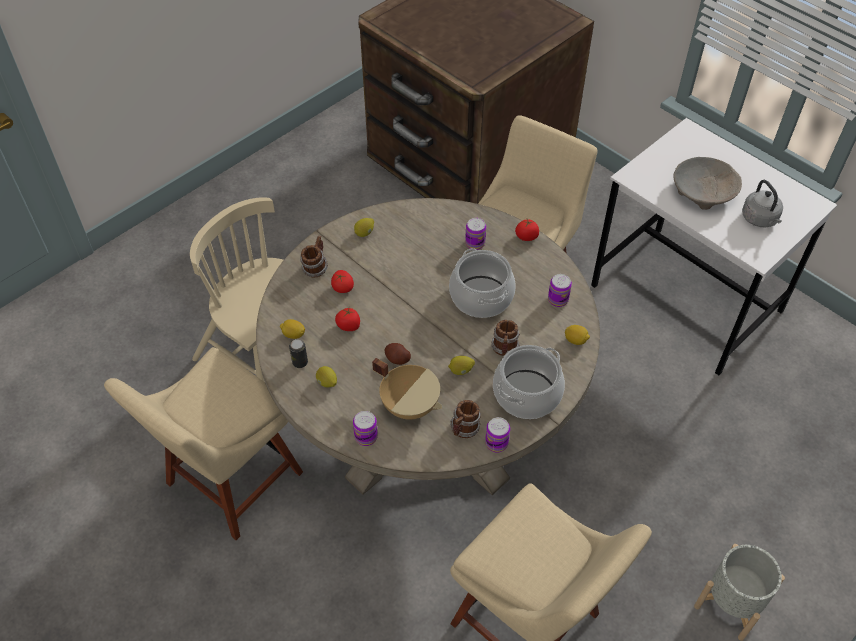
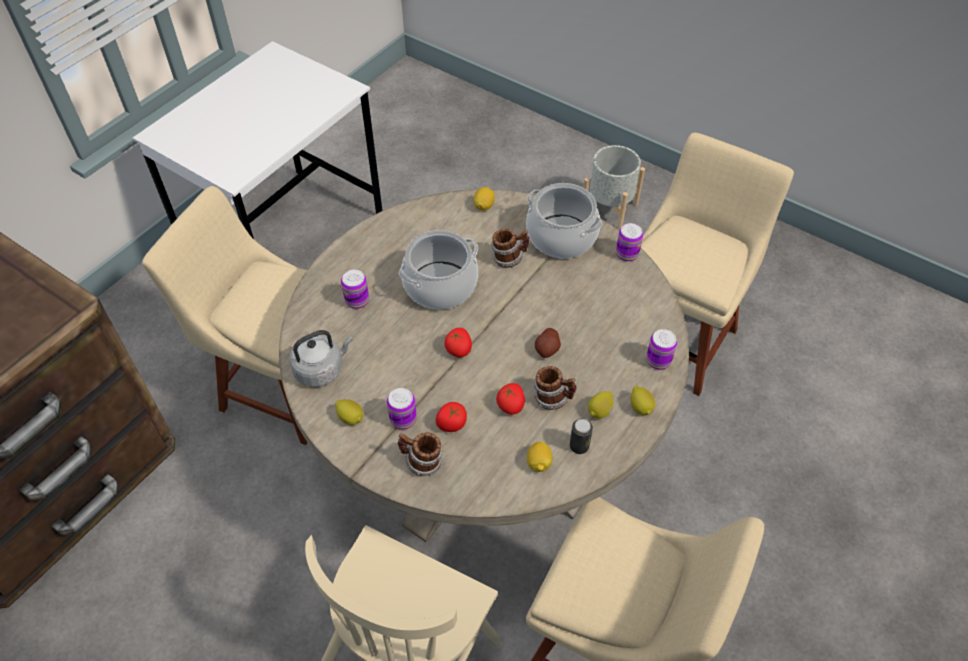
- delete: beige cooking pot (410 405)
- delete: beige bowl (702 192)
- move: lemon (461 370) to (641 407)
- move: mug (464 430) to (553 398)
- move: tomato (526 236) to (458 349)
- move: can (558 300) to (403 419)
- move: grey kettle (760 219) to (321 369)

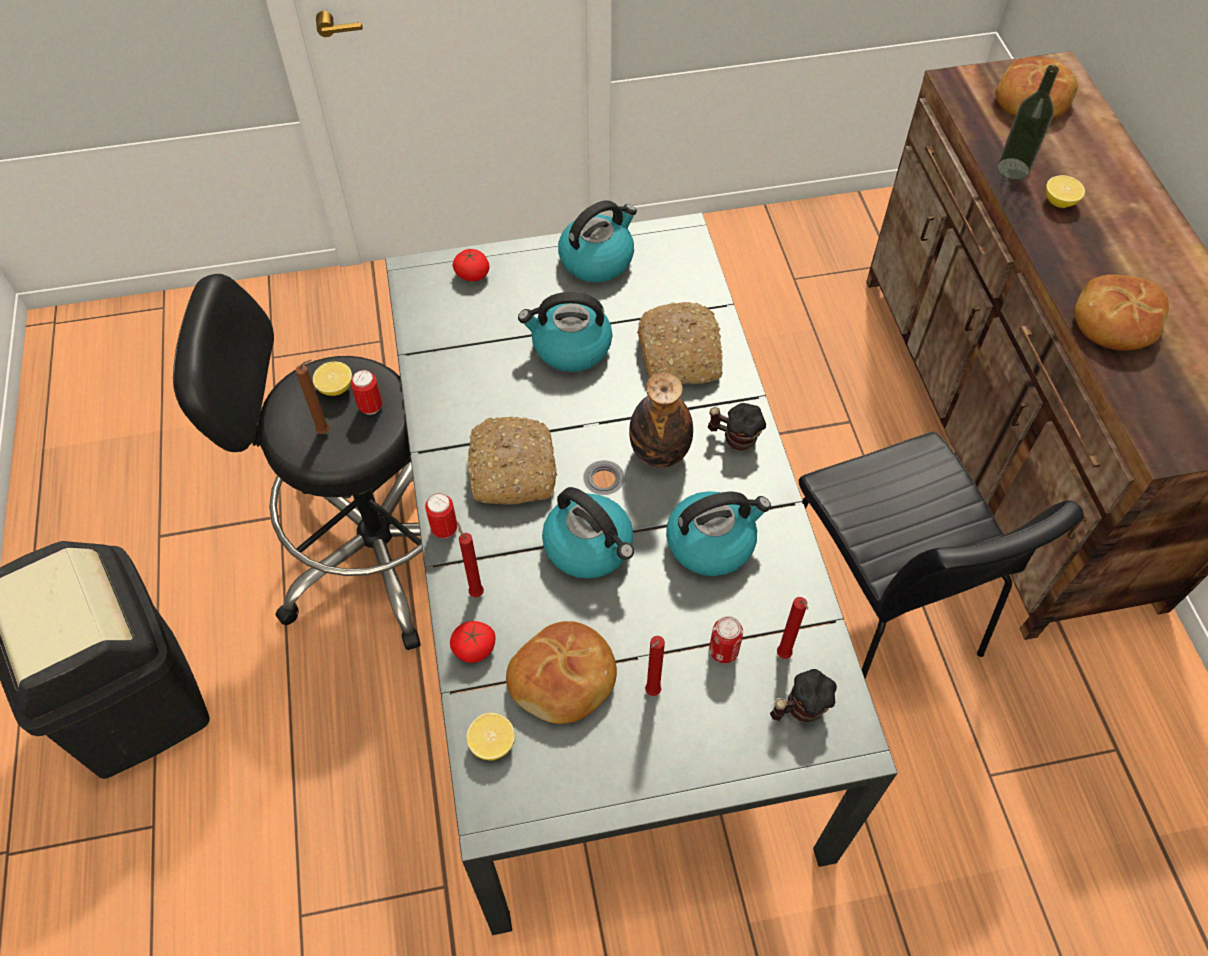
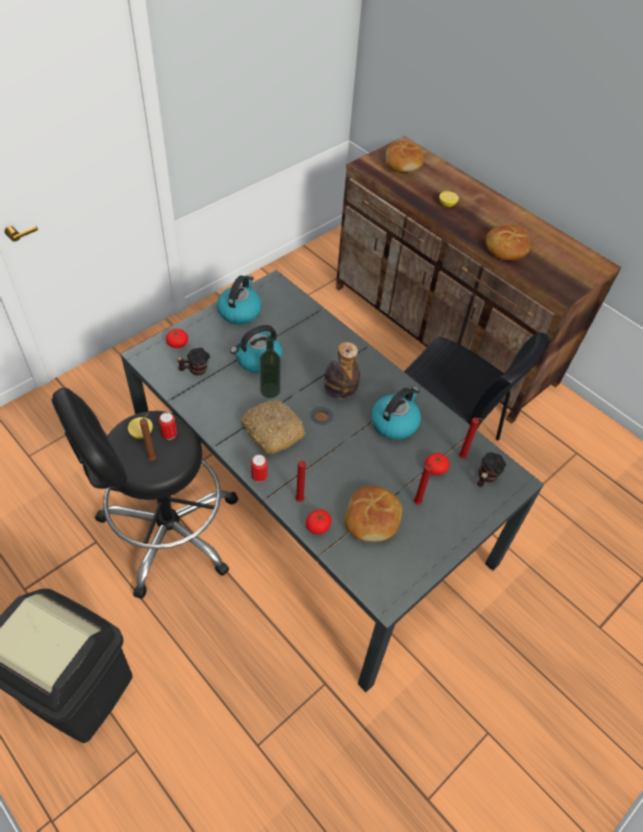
- delete: lemon (492 743)
- delete: kettle (590 547)
- delete: bread (681 354)
- move: mug (734 438) to (195 370)
- move: bottle (1013 169) to (270 390)
- replace: can (723 651) to tomato (435 468)

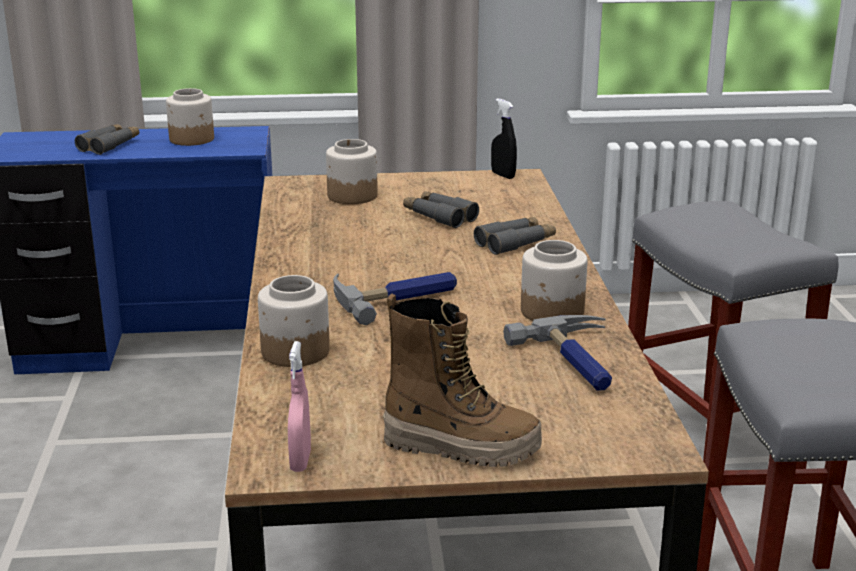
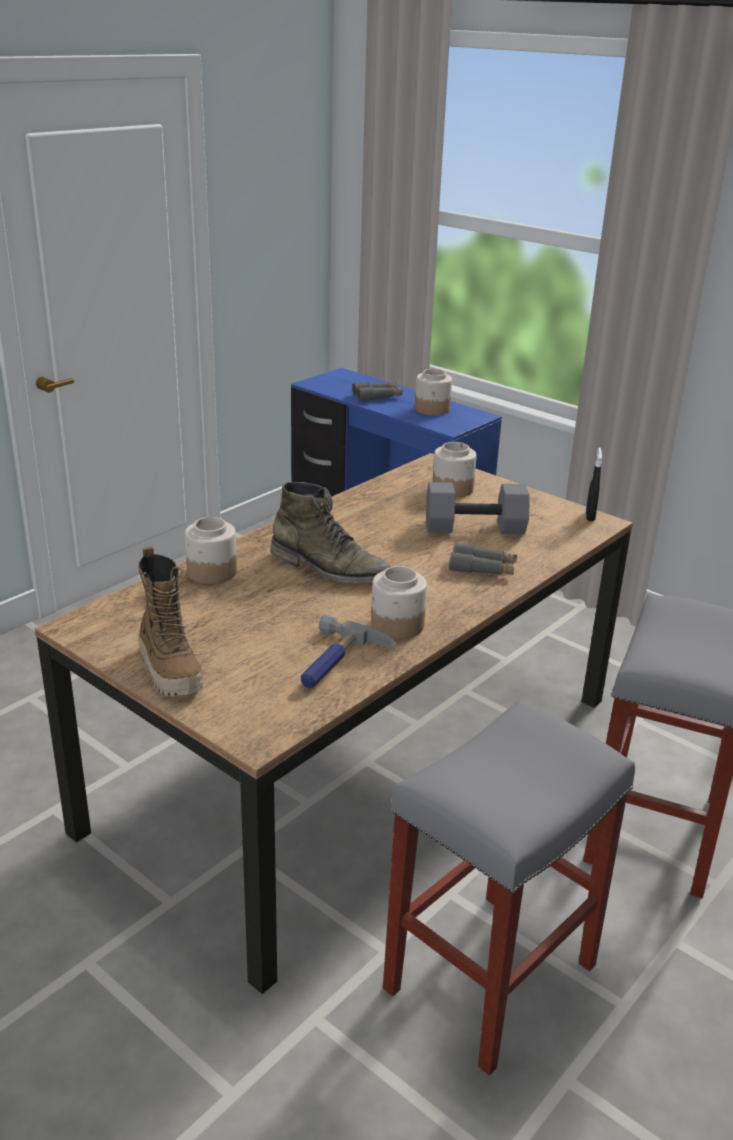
- delete: pink spray bottle (300 461)
- replace: hammer (396 297) to green boot (330 568)
- replace: grey binoculars (439 216) to grey dumbbell (475 527)

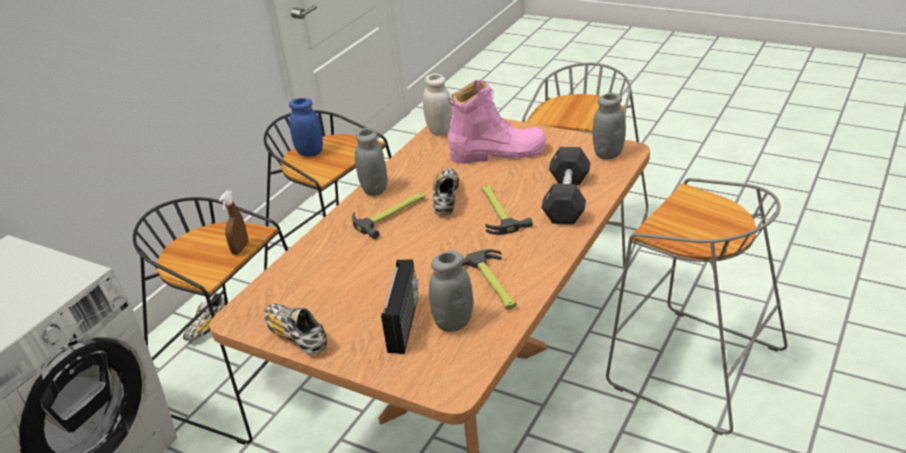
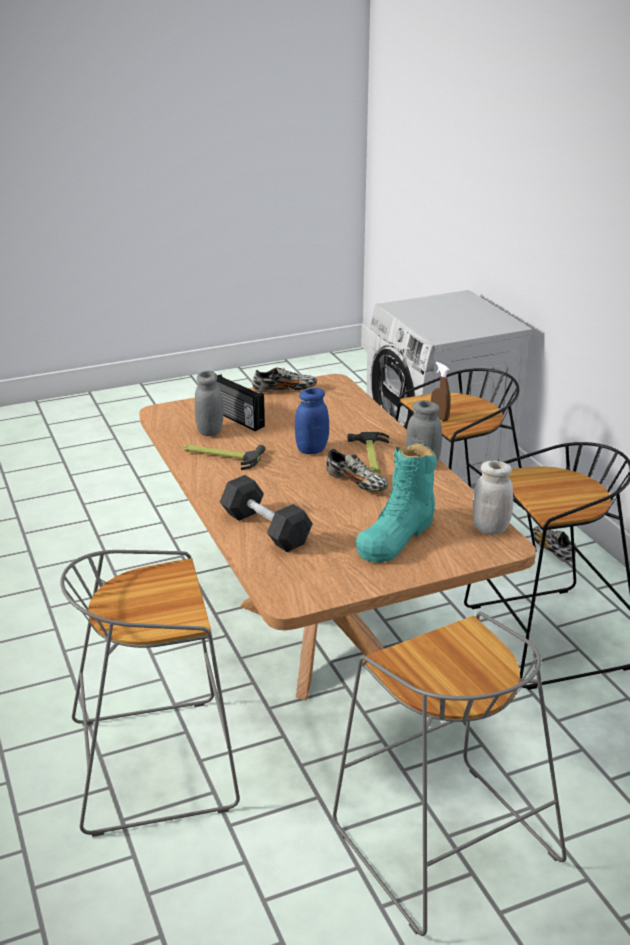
- delete: hammer (498 211)
- delete: grey jar (608 154)
- move: blue jar (310 152) to (311 449)
- recolor: pink boot (498 153) to turquoise boot (396 536)

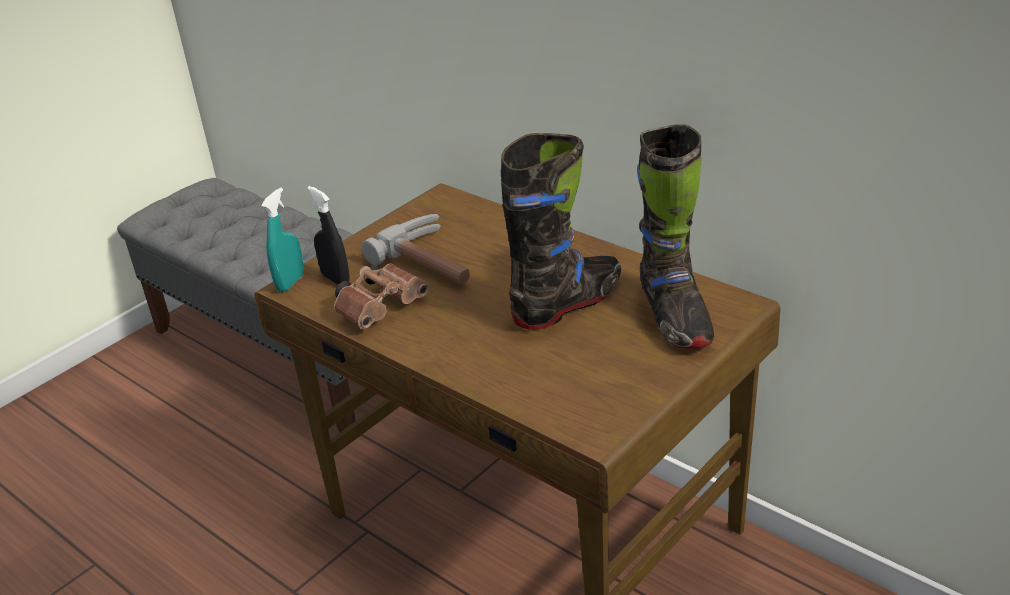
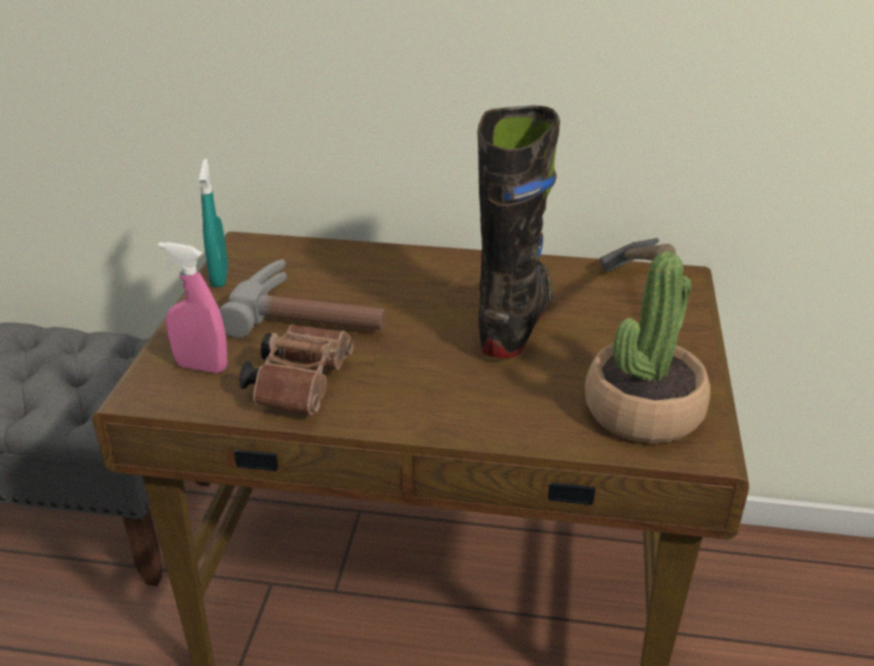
- insert: potted plant (643 410)
- move: turquoise spray bottle (290 283) to (219 277)
- replace: black boot (674 317) to hammer (636 305)
- recolor: black spray bottle (335 279) to pink spray bottle (202 367)

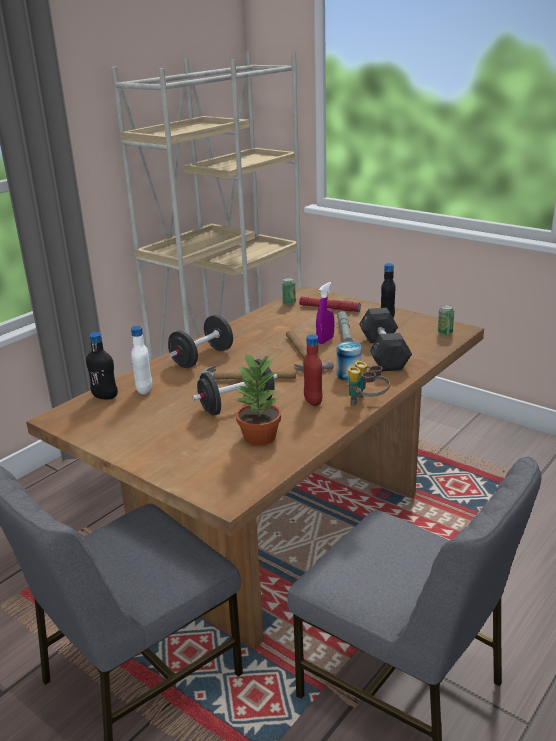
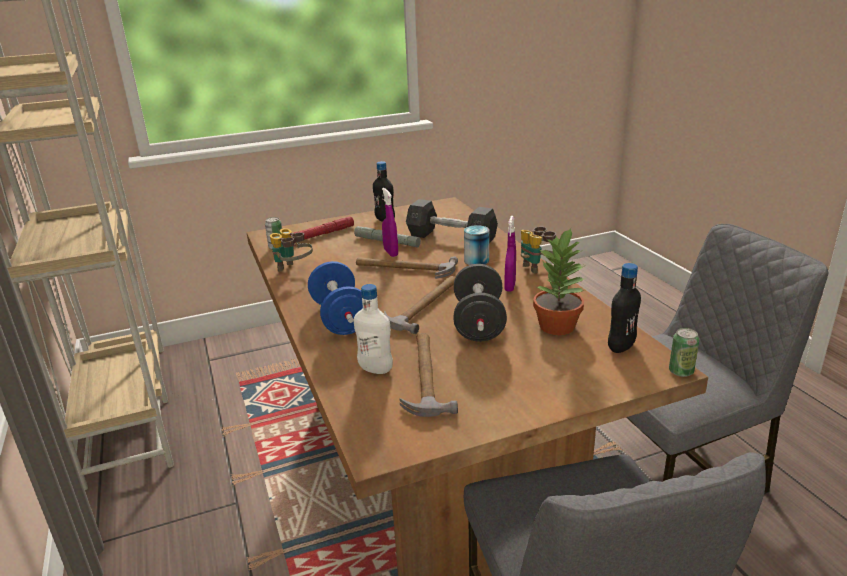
- insert: binoculars (293 270)
- insert: hammer (425 376)
- move: black bottle (105 396) to (621 347)
- move: can (445 333) to (681 371)
- replace: red bottle (313 401) to purple spray bottle (510 286)
- recolor: black dumbbell (202 358) to blue dumbbell (340 318)

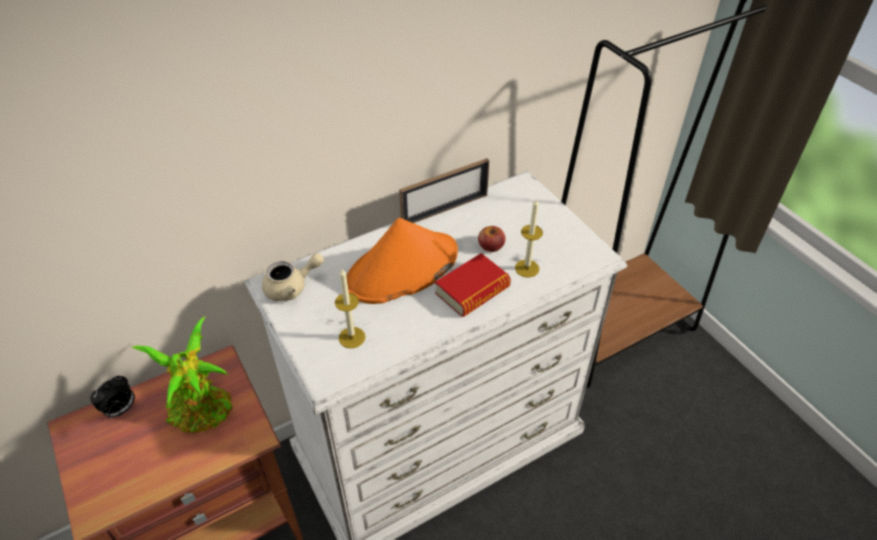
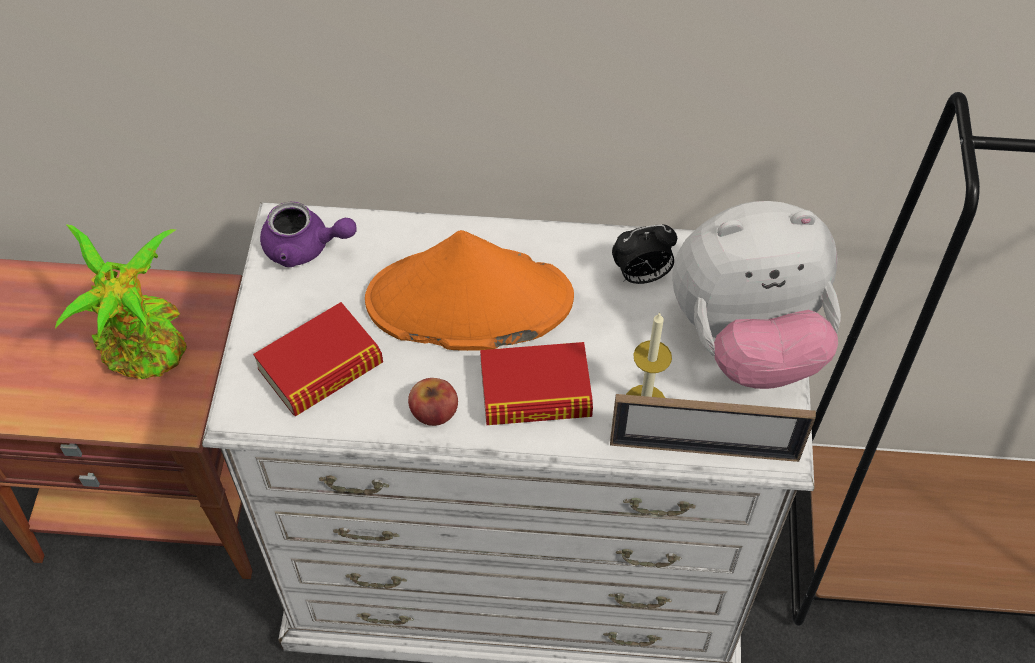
- insert: plush toy (747 340)
- move: alarm clock (121 410) to (641 275)
- move: picture frame (445 210) to (704 450)
- move: apple (491 245) to (434 410)
- replace: candle (352 337) to book (320 367)
- recolor: beige teapot (292 287) to purple teapot (305 247)

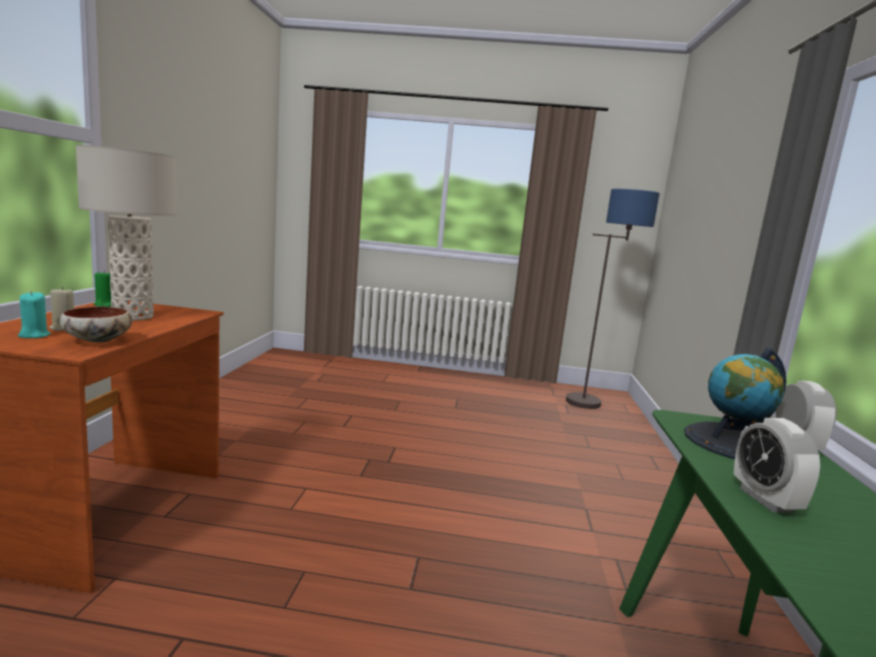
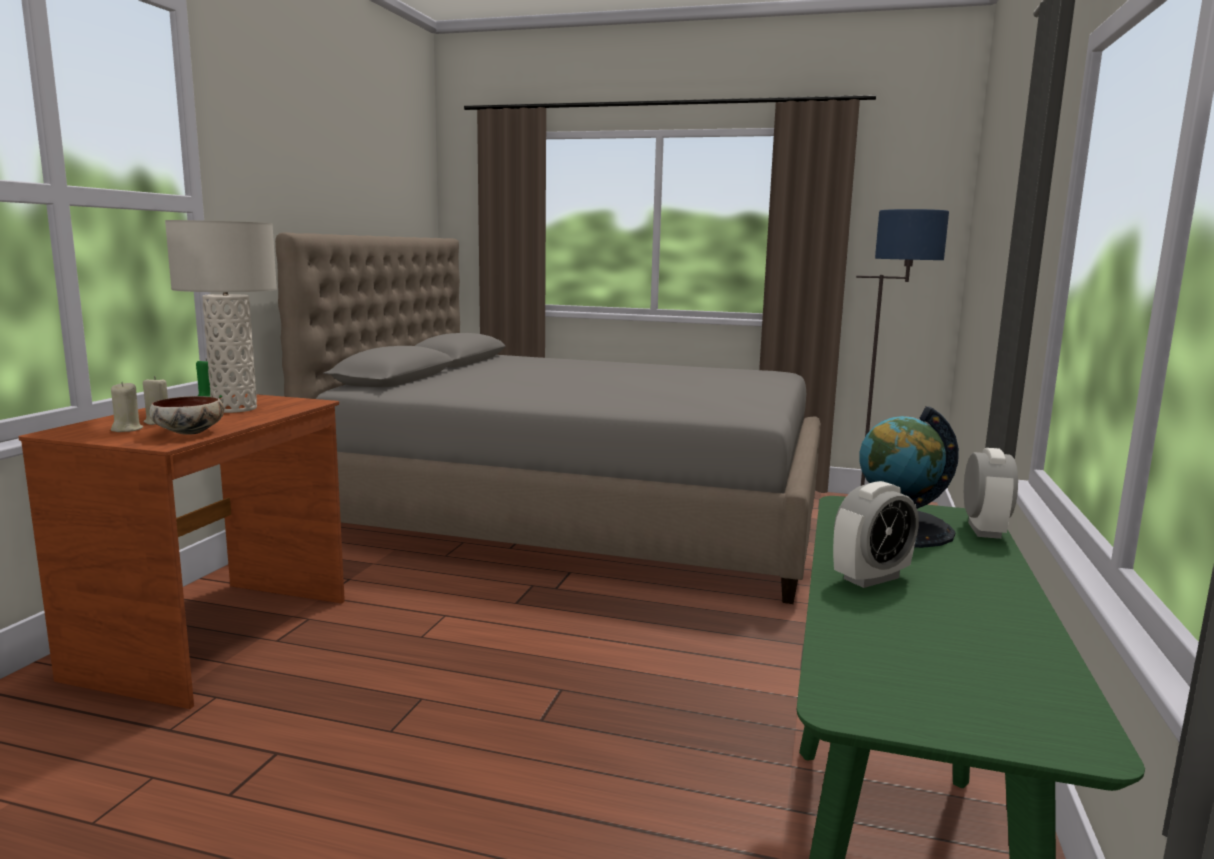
- insert: grey bed (579 513)
- recolor: turquoise candle (34 335) to beige candle (127 429)
- rotate: alarm clock (765 499) = (871 578) 120 degrees counterclockwise

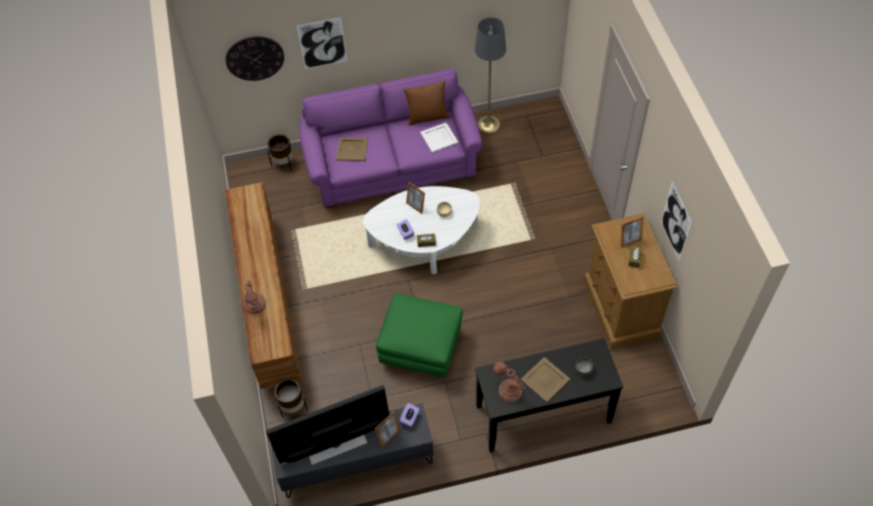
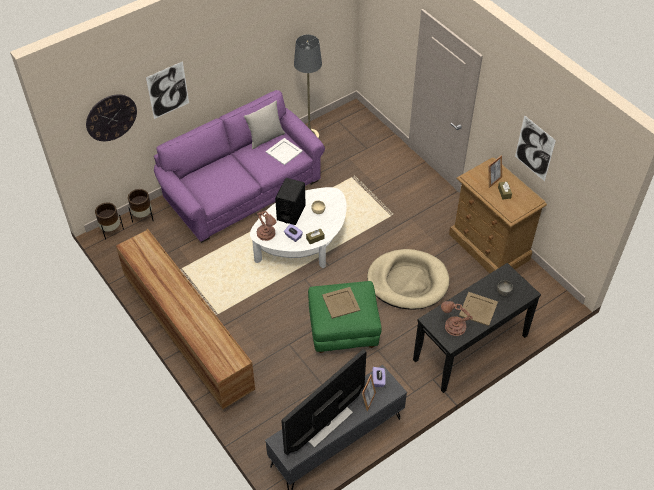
- insert: beige dog bed (407 281)
- move: brown table lamp (256 306) to (267 234)
- move: brown planter (293 407) to (111 230)
- move: beige tray (352 149) to (341 303)
- replace: picture frame (416 206) to black speaker (291 212)
- recolor: brown pillow (427 117) to grey pillow (265 138)

